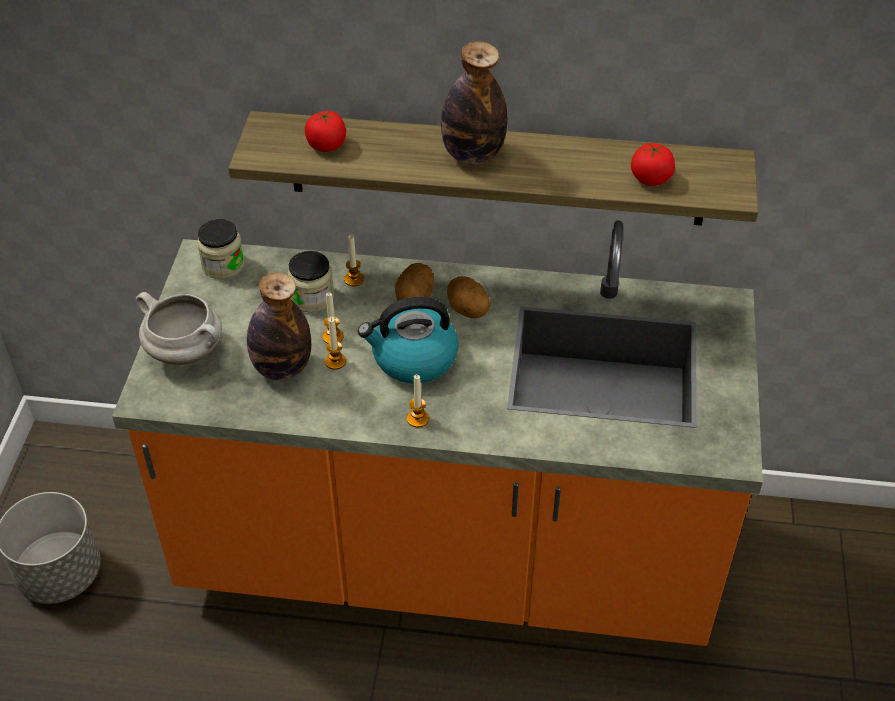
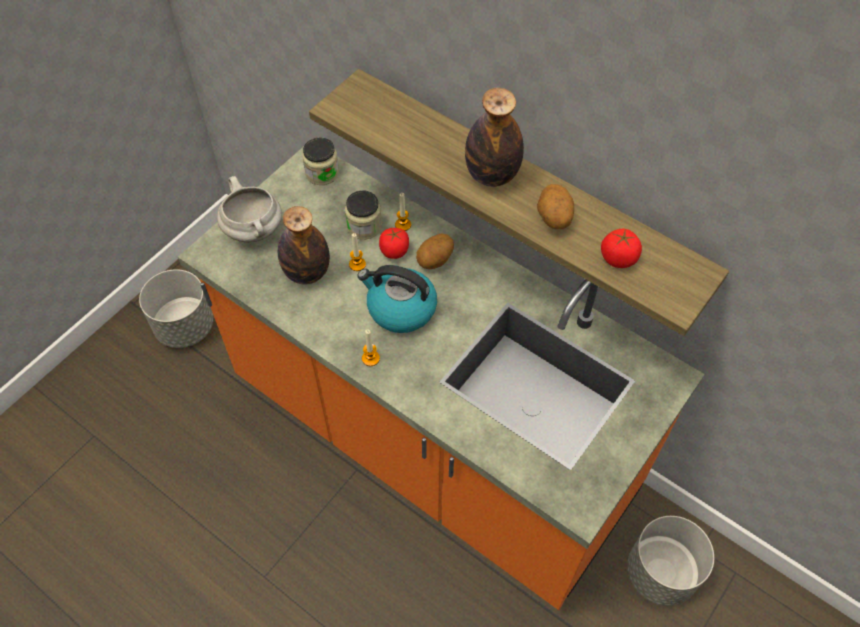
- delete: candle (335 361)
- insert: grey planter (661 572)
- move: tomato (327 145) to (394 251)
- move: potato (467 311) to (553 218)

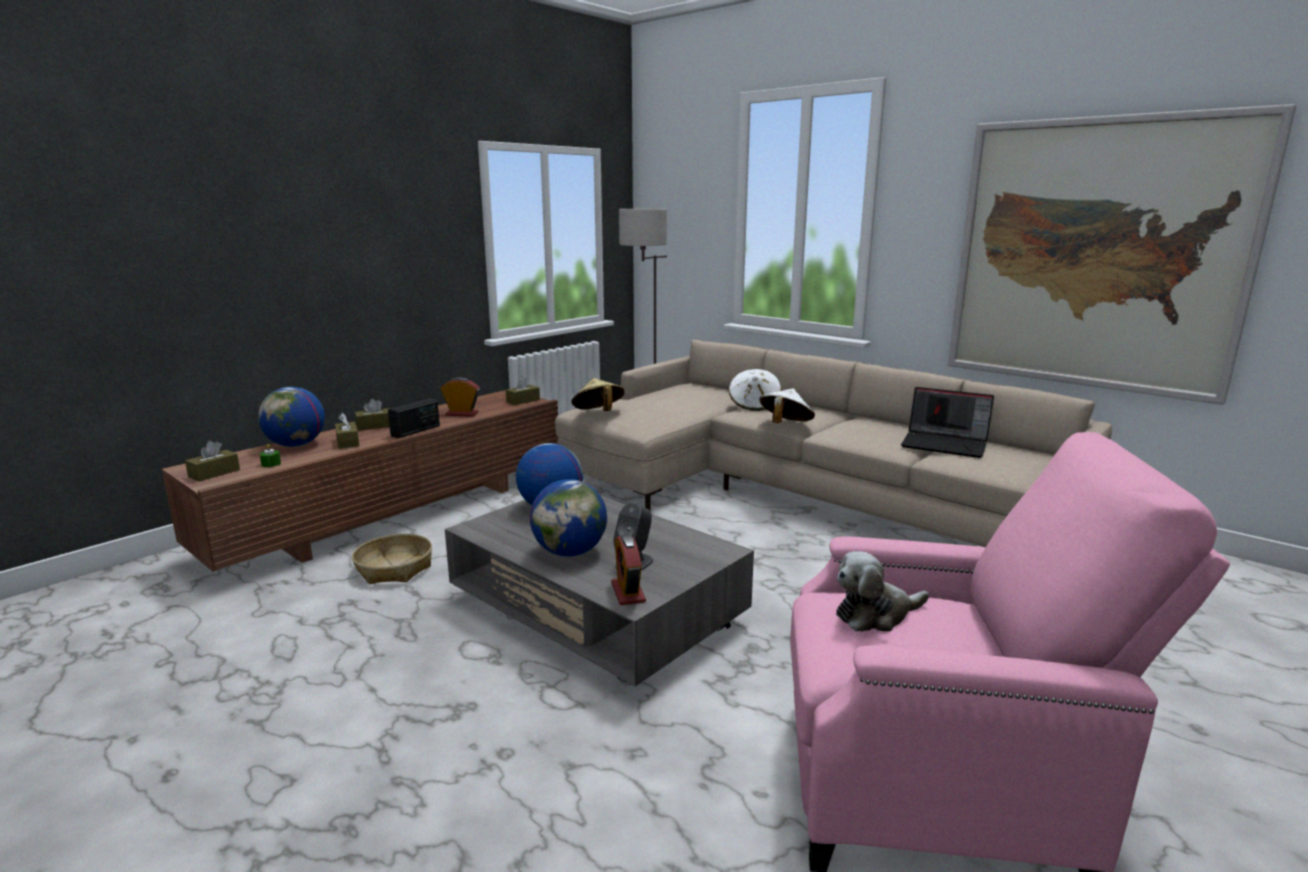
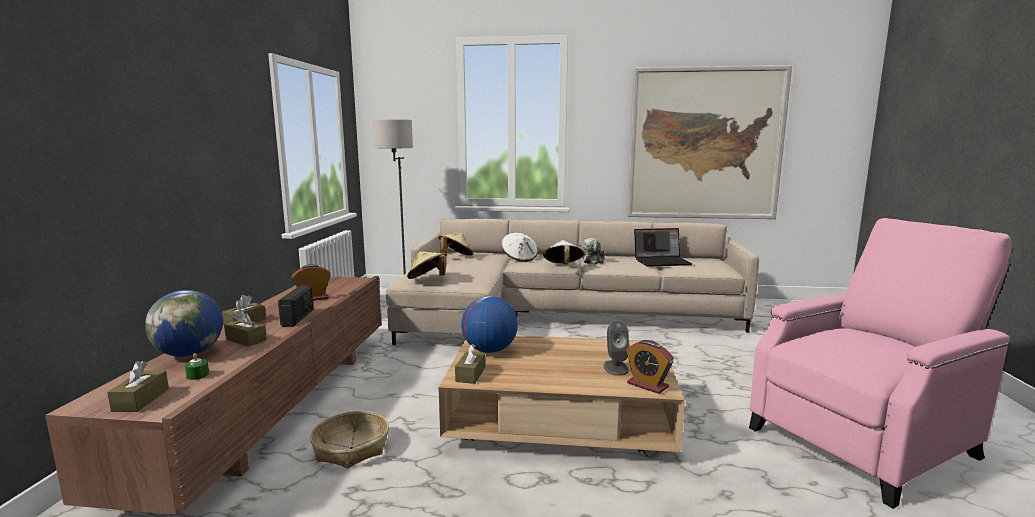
- delete: globe (570 552)
- insert: beige hat (455 257)
- move: brown tissue box (523 401) to (470 374)
- move: plush toy (875 615) to (594 261)
- recolor: grey coffee table (596 610) to brown coffee table (559 420)

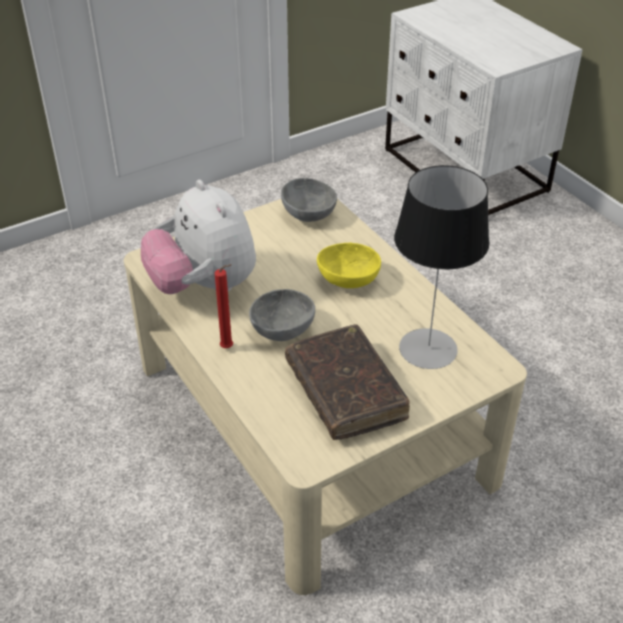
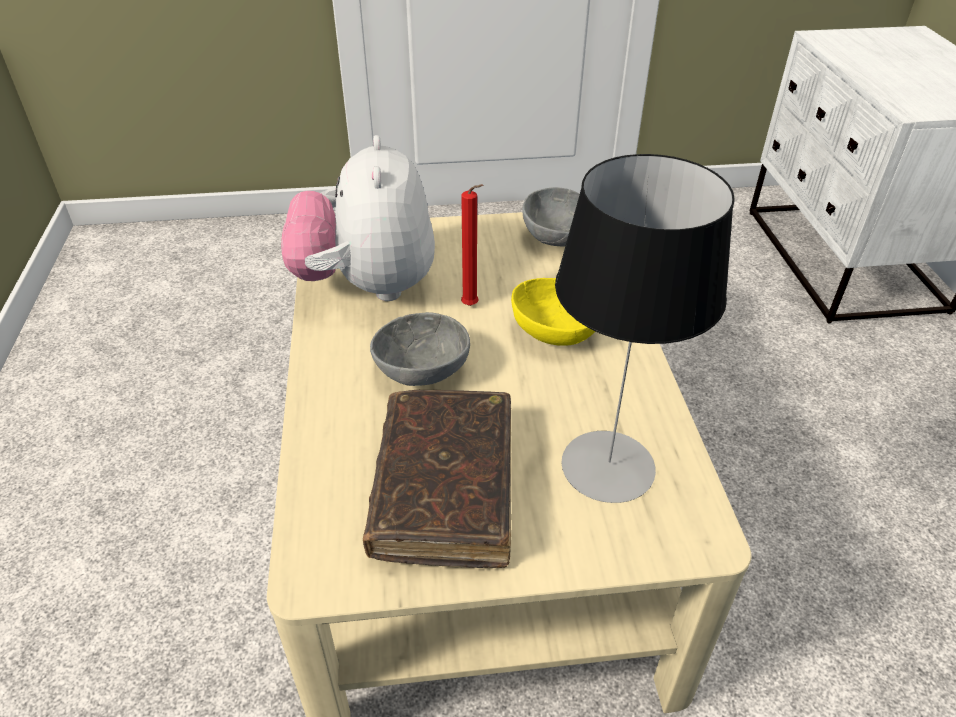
- move: red candle (229 348) to (472 306)

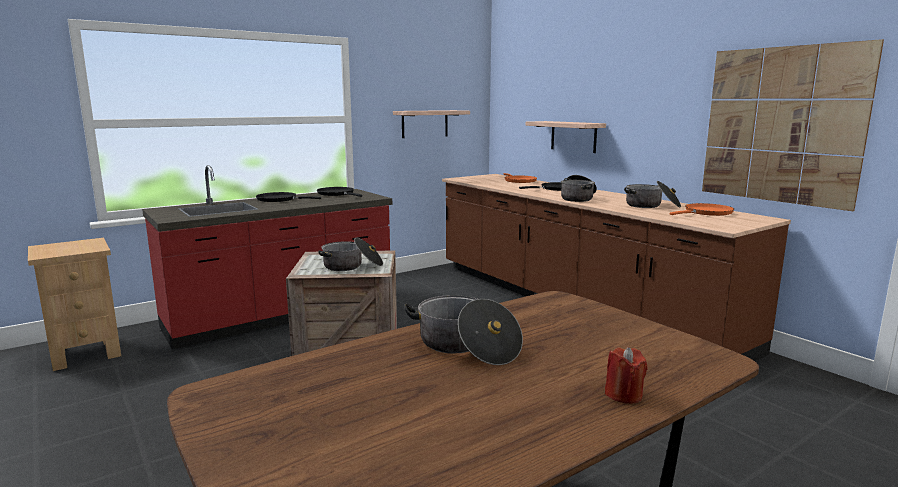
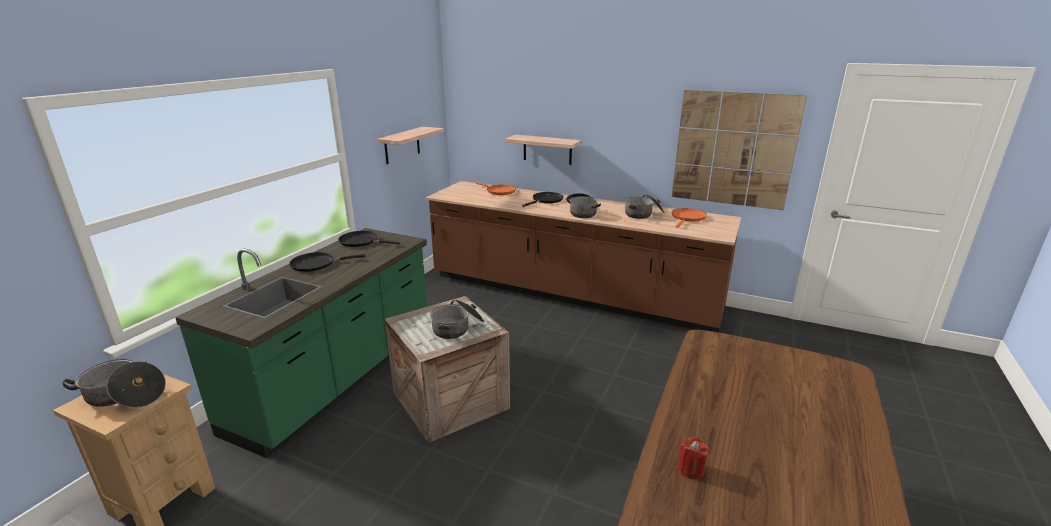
- move: cooking pot (465 346) to (124 396)
- move: red candle (623 395) to (690 469)
- recolor: red counter (282 316) to green counter (338 378)

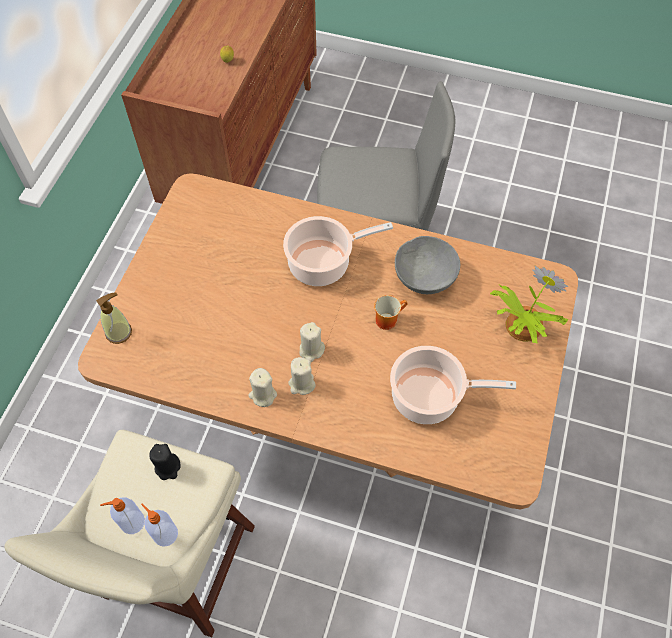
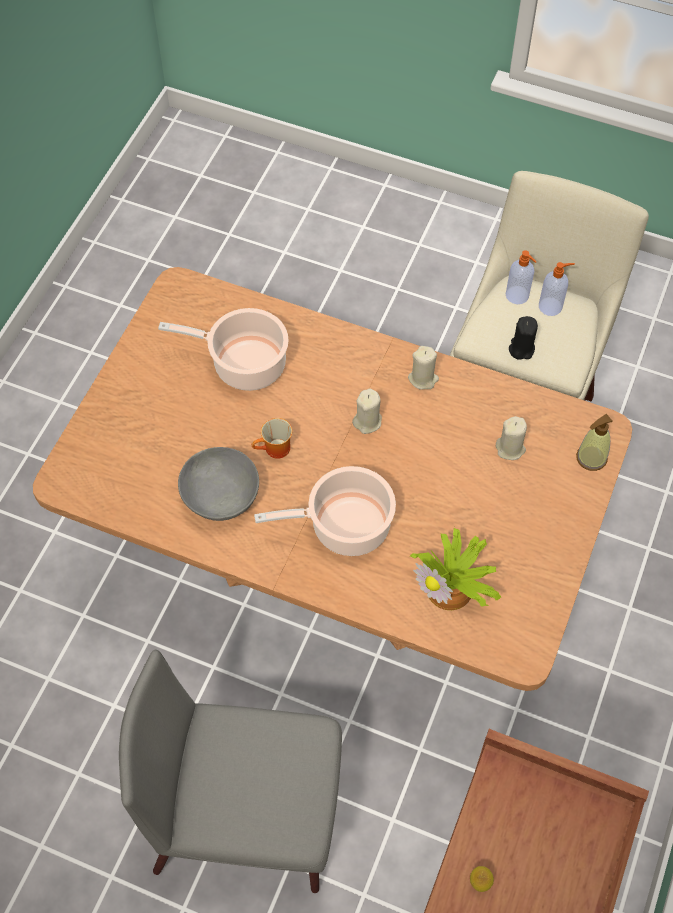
- move: beige candle (301 384) to (510 448)
- move: potted plant (521 325) to (453 588)

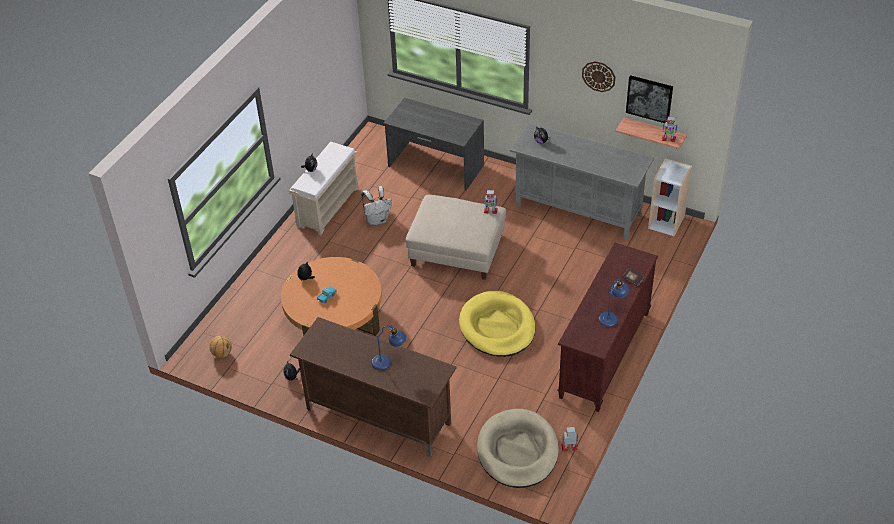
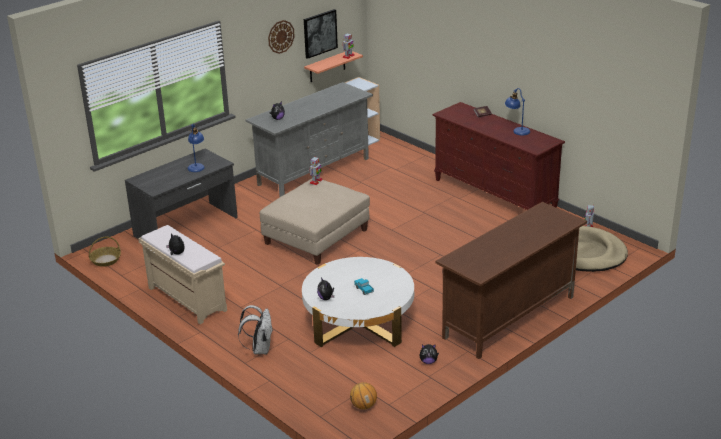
- delete: yellow dog bed (497 327)
- insert: basket (106 260)
- move: white backpack (377 220) to (259 349)
- move: blue table lamp (389 360) to (196 164)
- recolor: orange coffee table (334 318) to white coffee table (359 321)

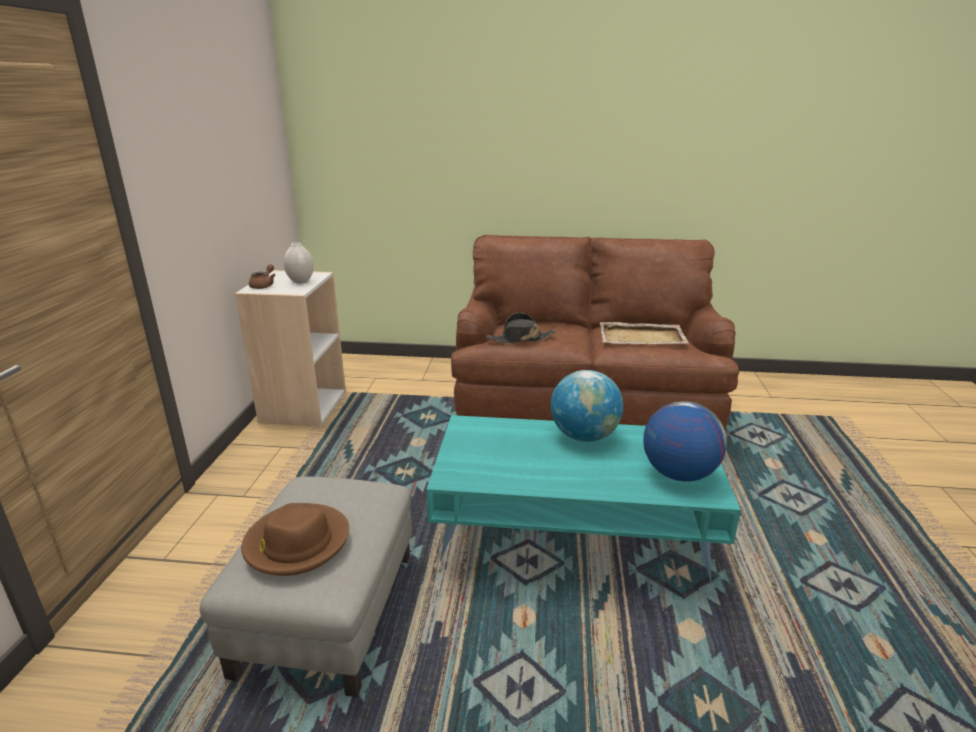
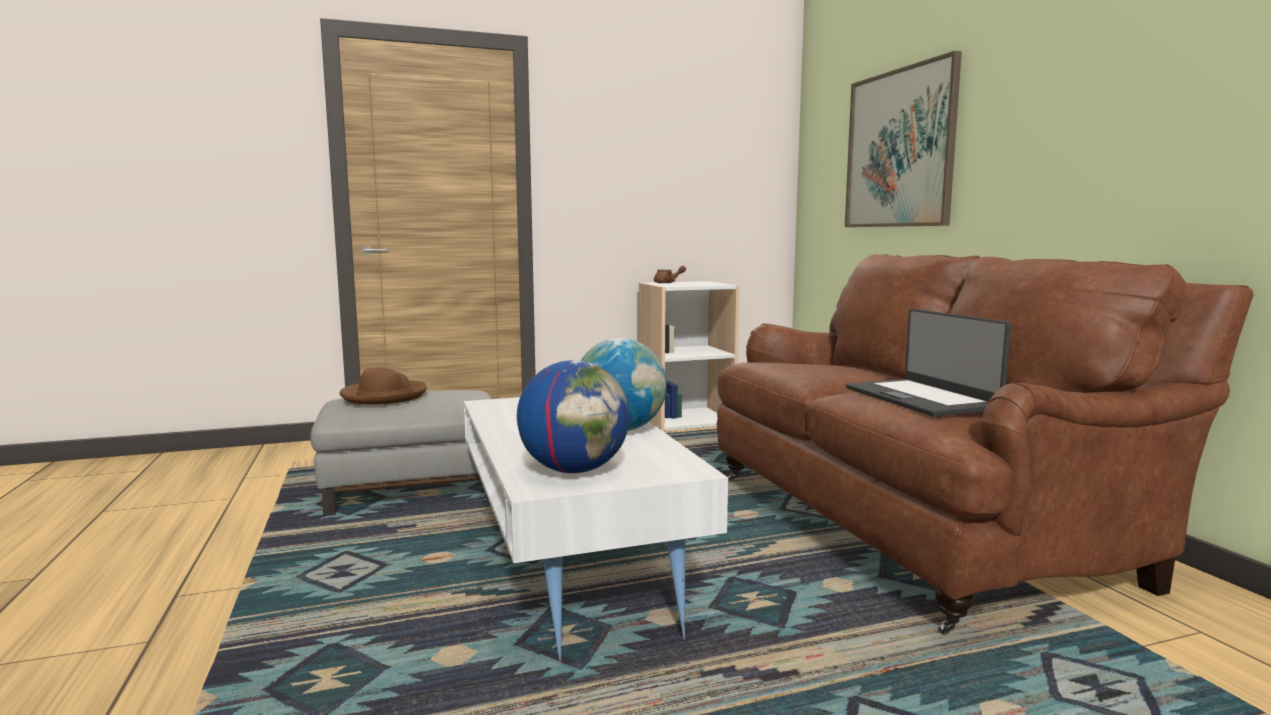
- delete: white vase (301 281)
- delete: black hat (520 339)
- insert: picture (899 149)
- replace: beige tray (642 337) to laptop (921 398)
- recolor: turquoise coffee table (572 543) to white coffee table (575 563)

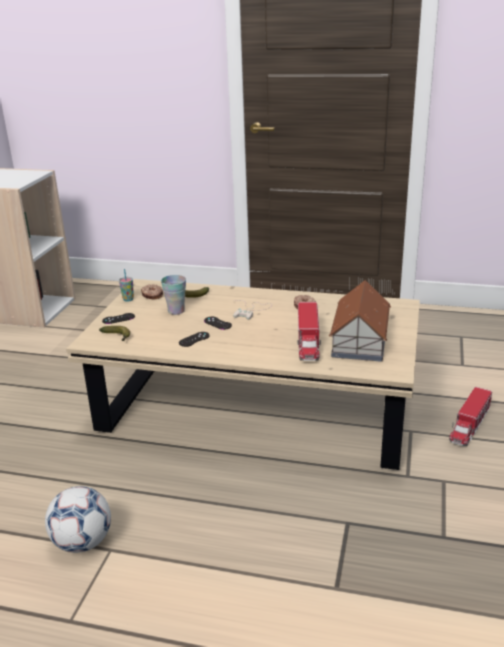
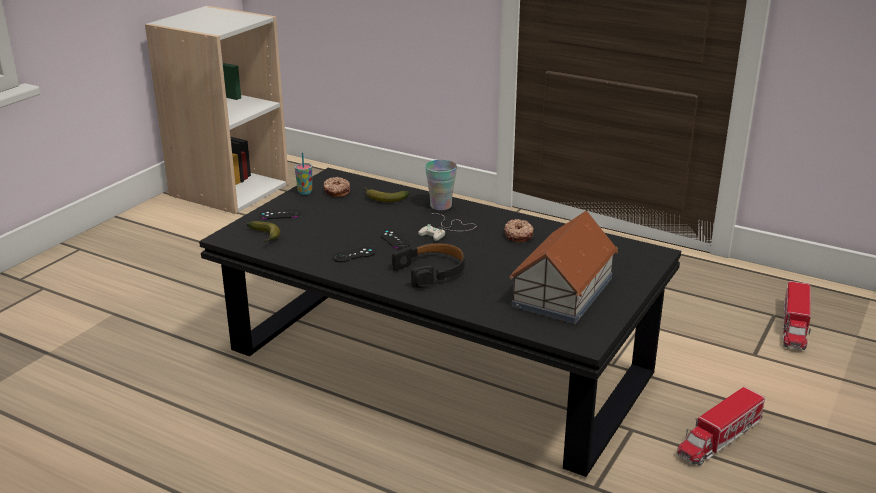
- delete: football (82 542)
- insert: black headphones (431 271)
- move: cup (176 311) to (441 206)
- move: toy truck (308 341) to (794 326)
- recolor: beige coffee table (256 412) to black coffee table (439 365)

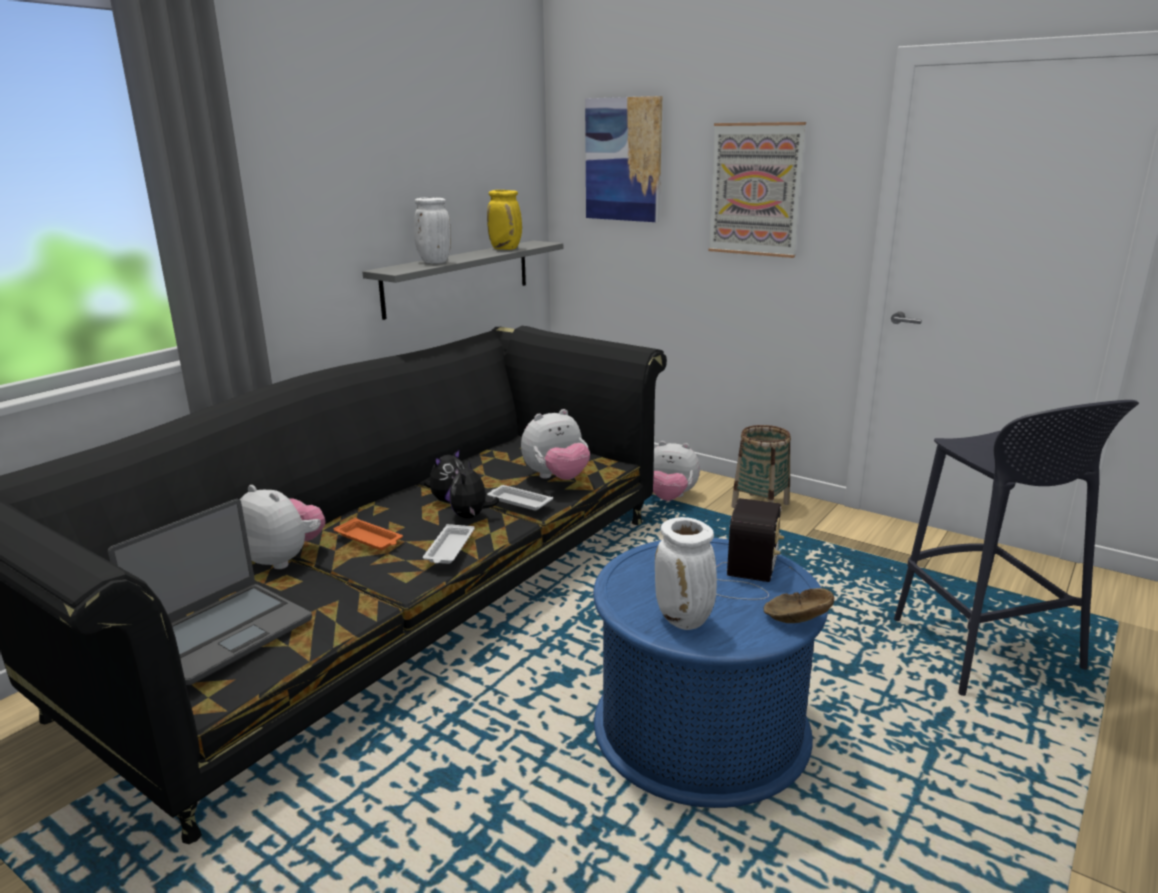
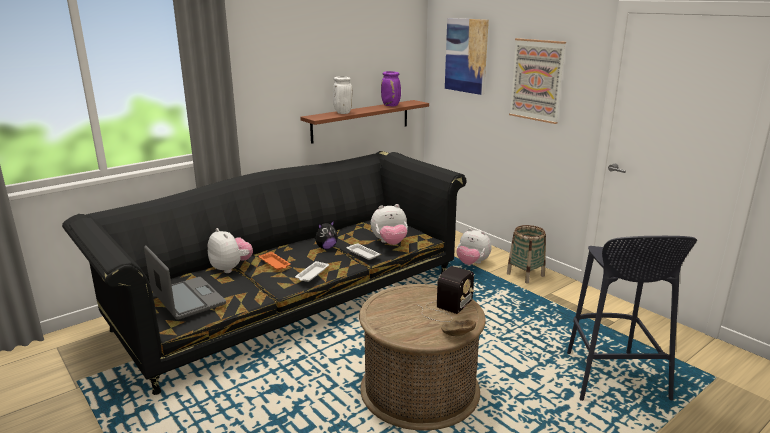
- delete: plush toy (472 516)
- delete: white vase (685 621)
- recolor: grey shelf (458 277) to brown shelf (361 121)
- recolor: yellow vase (506 249) to purple vase (391 105)
- recolor: blue coffee table (700 727) to brown coffee table (419 389)
- rotate: laptop (223 633) = (187 299) 90 degrees counterclockwise

